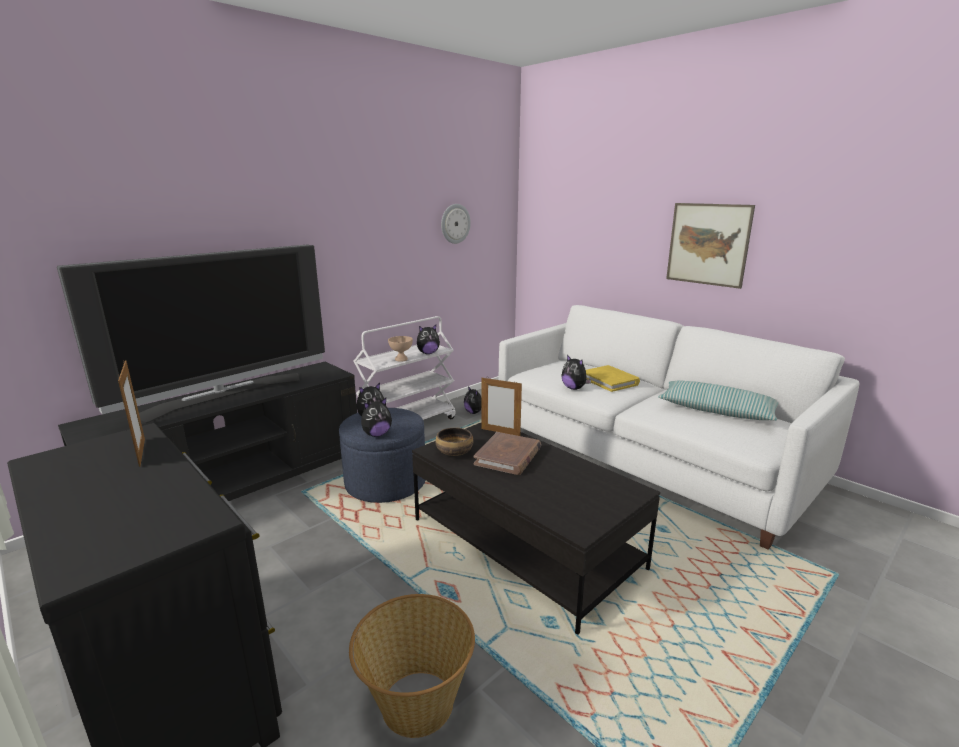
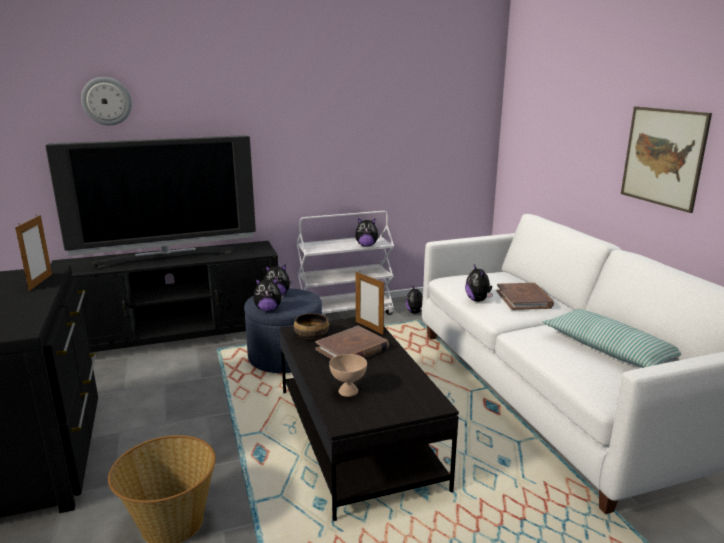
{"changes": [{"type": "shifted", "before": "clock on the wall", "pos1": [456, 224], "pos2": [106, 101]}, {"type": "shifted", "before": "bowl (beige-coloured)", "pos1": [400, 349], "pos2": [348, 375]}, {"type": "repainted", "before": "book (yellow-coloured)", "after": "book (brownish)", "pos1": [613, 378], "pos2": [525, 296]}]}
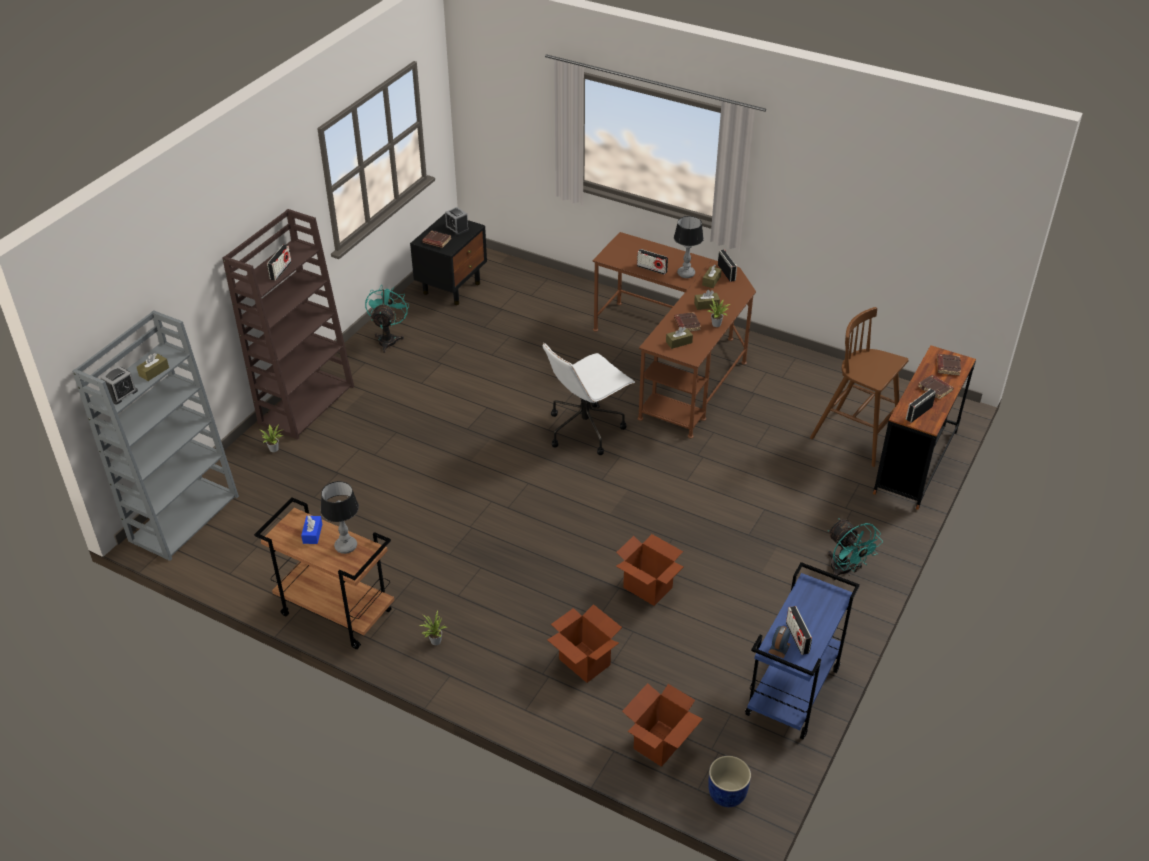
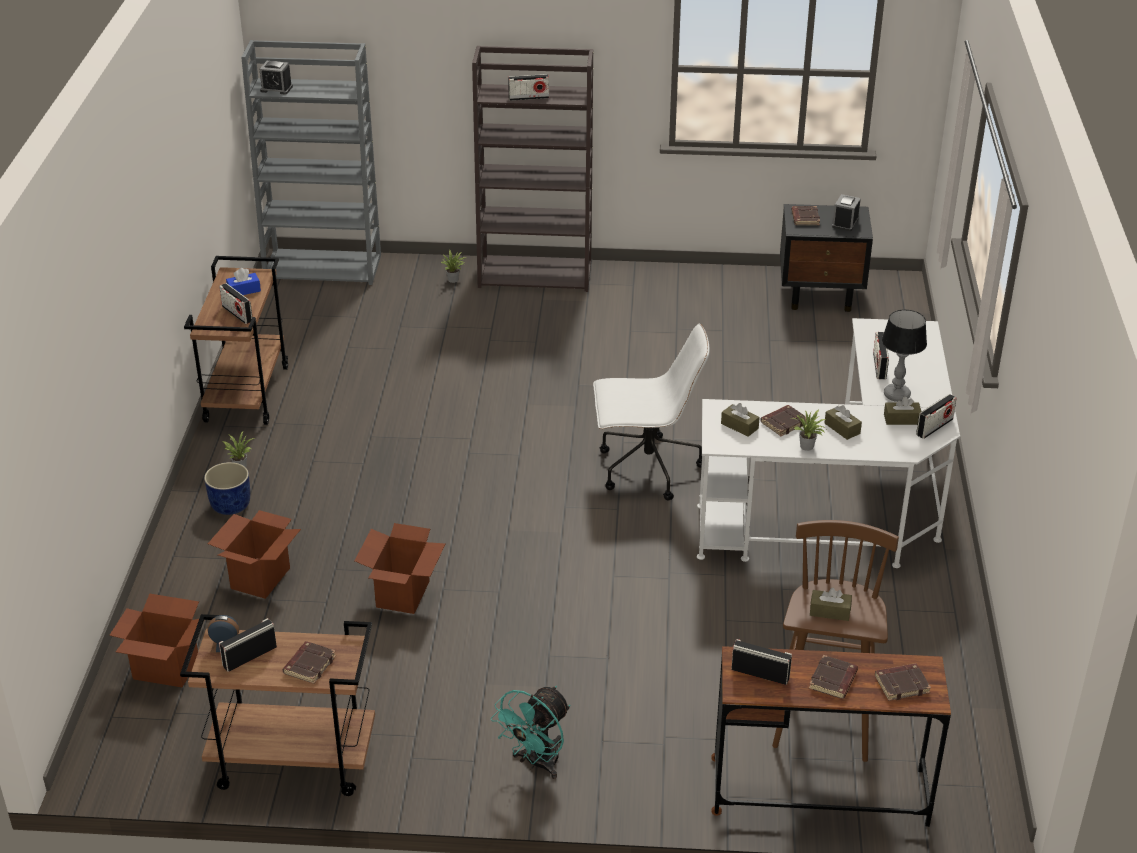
{"changes": [{"type": "repainted", "before": "desk unit (brownish)", "after": "desk unit (whitish)", "pos1": [674, 335], "pos2": [828, 443]}, {"type": "gone", "before": "cooling fan (turquoise)", "pos1": [387, 319]}, {"type": "rotated", "before": "desk chair (whitish)", "pos1": [589, 399], "pos2": [651, 412], "turn": 150}, {"type": "shifted", "before": "tissue holder (brownish)", "pos1": [153, 367], "pos2": [831, 604]}, {"type": "swapped", "before": "table lamp", "after": "radio receiver", "pos1": [339, 517], "pos2": [235, 303]}, {"type": "repainted", "before": "wheeled cart (bluish)", "after": "wheeled cart (brownish)", "pos1": [802, 650], "pos2": [277, 705]}, {"type": "shifted", "before": "plant pot (bluish)", "pos1": [729, 781], "pos2": [227, 488]}, {"type": "new", "after": "book (brownish)", "pos2": [309, 662]}]}
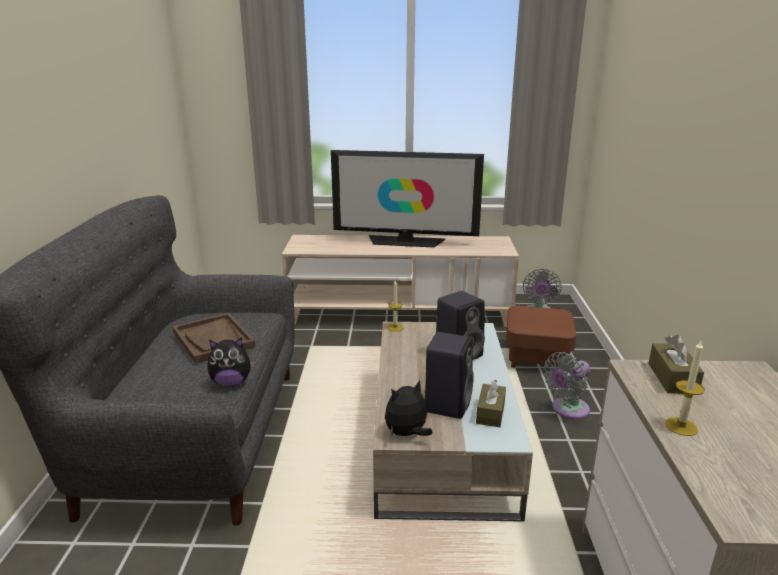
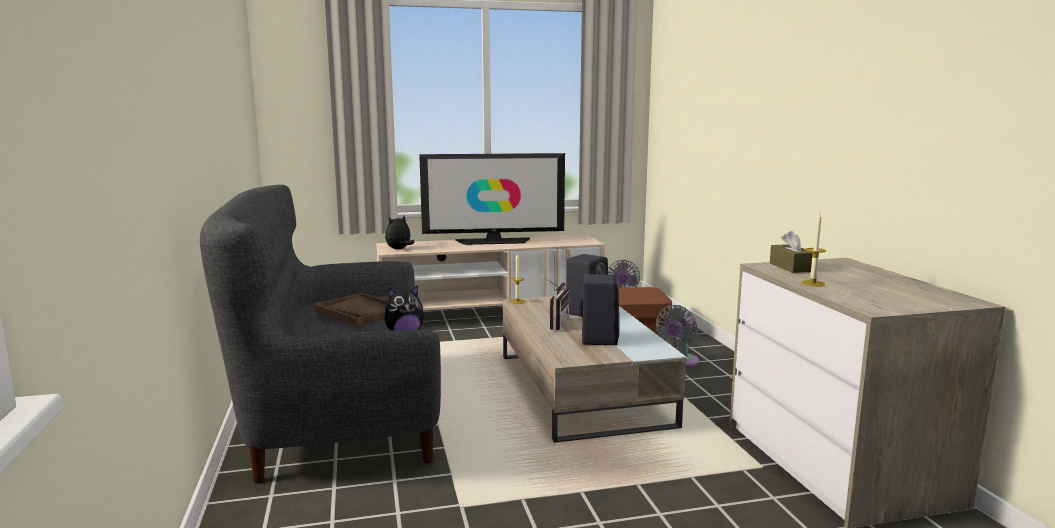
{"changes": [{"type": "gone", "before": "tissue holder (brownish)", "pos1": [491, 403]}, {"type": "shifted", "before": "soft toy", "pos1": [409, 408], "pos2": [400, 232]}, {"type": "new", "after": "radio receiver", "pos2": [555, 303]}]}
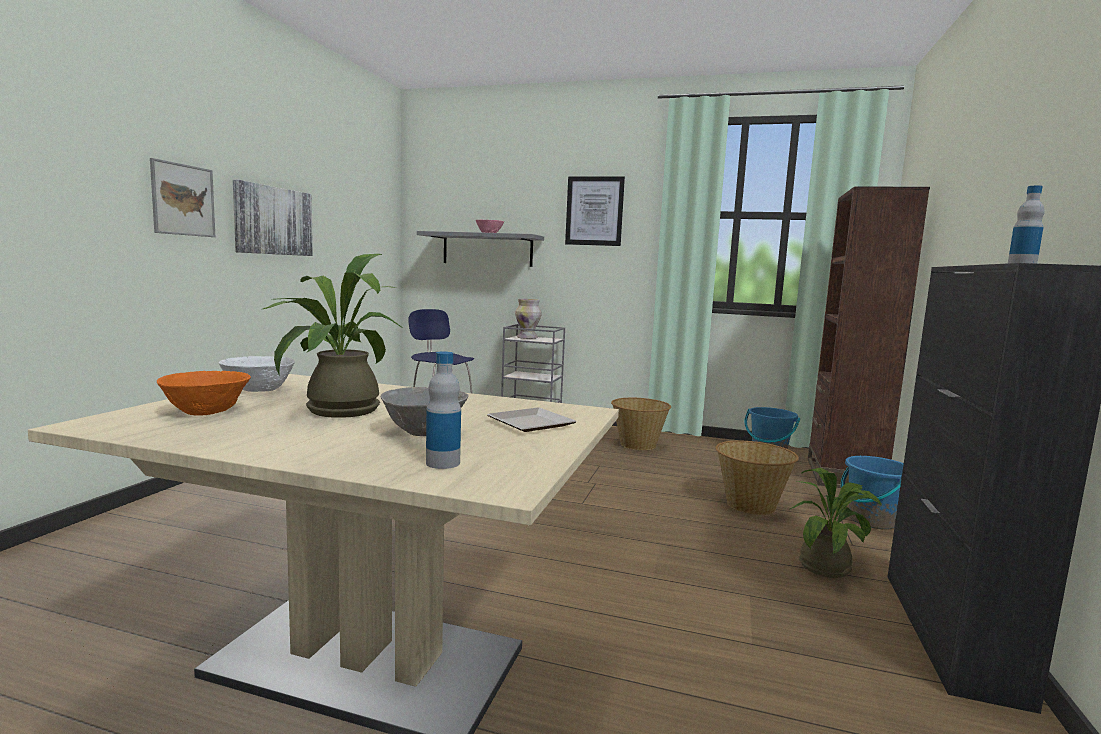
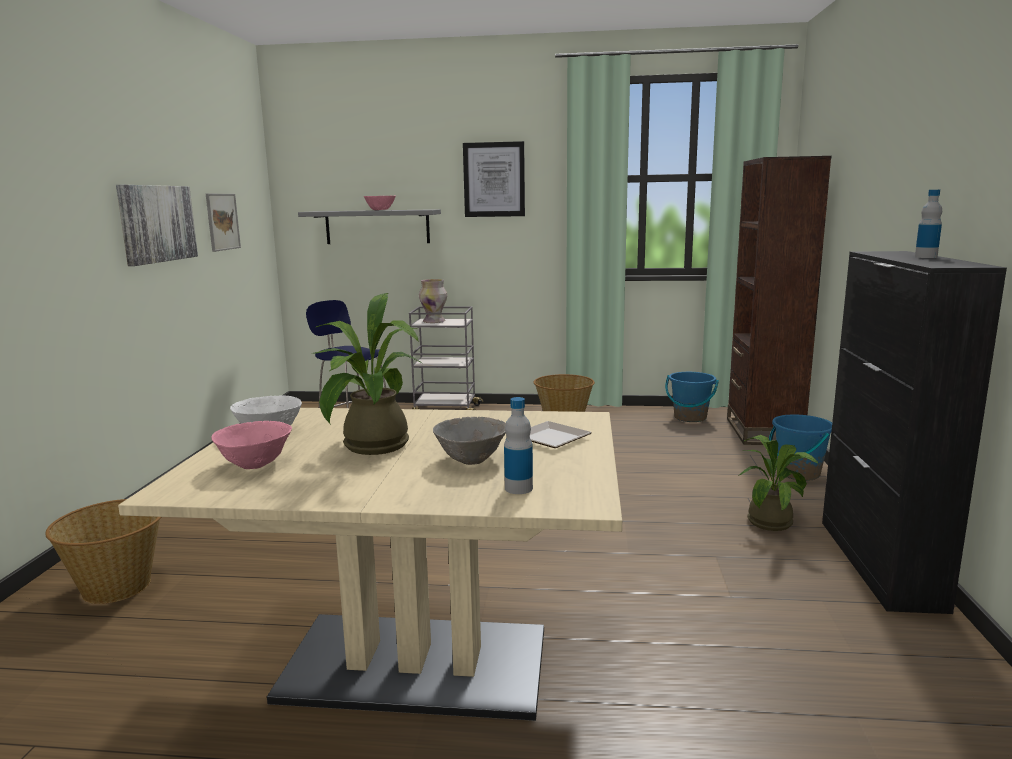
{"changes": [{"type": "shifted", "before": "wall picture", "pos1": [182, 197], "pos2": [223, 223]}, {"type": "repainted", "before": "bowl (orange-coloured)", "after": "bowl (pink-coloured)", "pos1": [204, 393], "pos2": [251, 445]}, {"type": "shifted", "before": "household basket", "pos1": [757, 478], "pos2": [103, 551]}]}
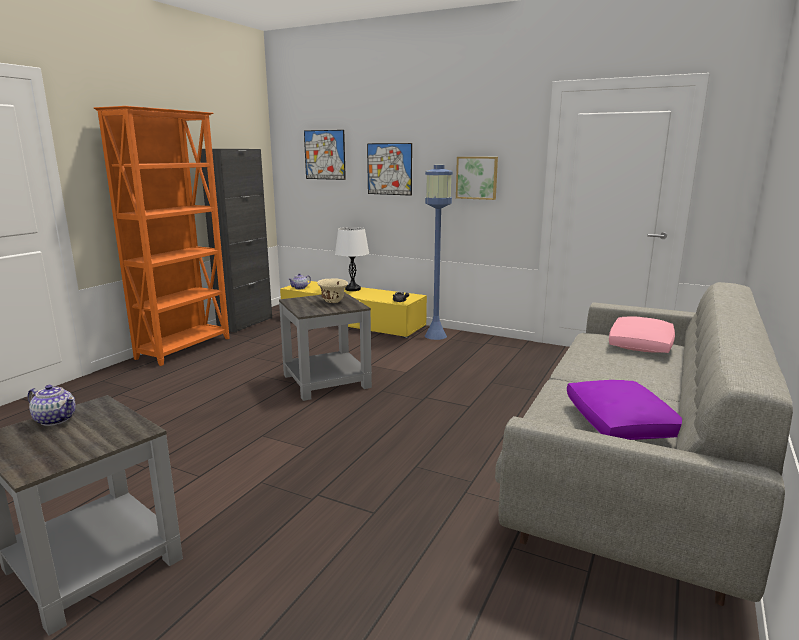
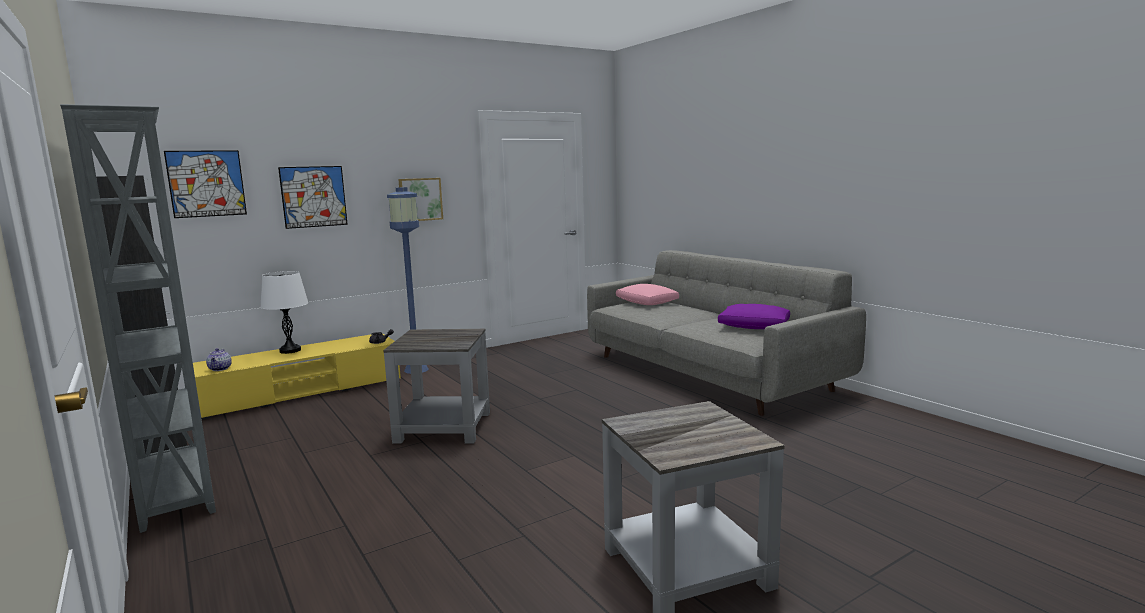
{"changes": [{"type": "repainted", "before": "bookshelf (orange-coloured)", "after": "bookshelf (grey)", "pos1": [162, 236], "pos2": [138, 318]}, {"type": "gone", "before": "bowl (beige-coloured)", "pos1": [332, 290]}, {"type": "gone", "before": "pot for tea", "pos1": [52, 405]}]}
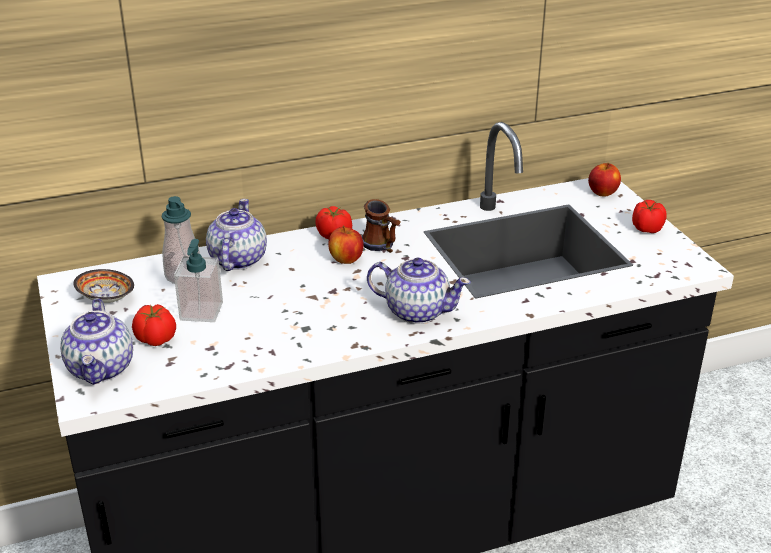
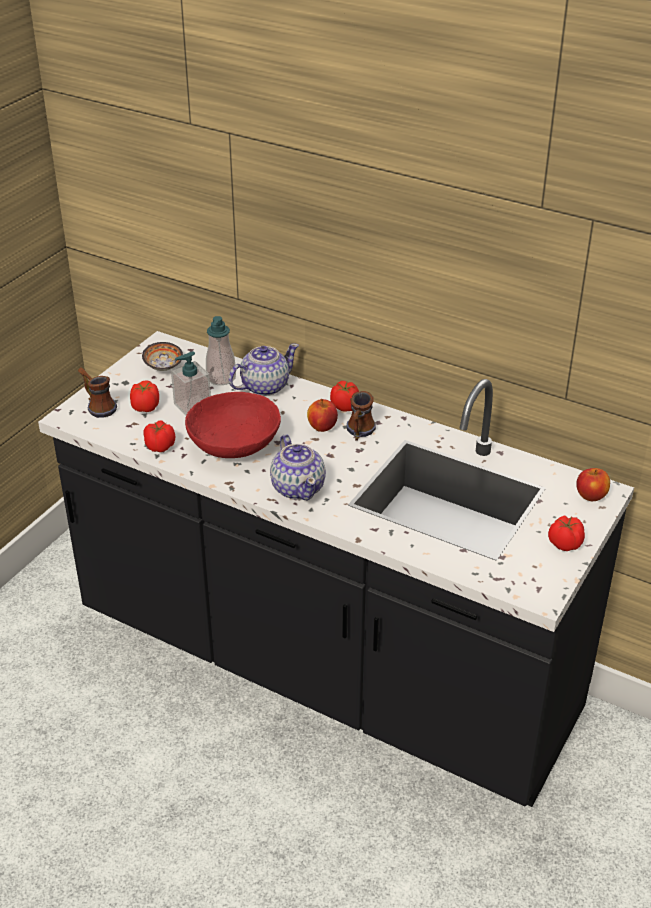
{"changes": [{"type": "swapped", "before": "pot for tea", "after": "tea mug", "pos1": [96, 341], "pos2": [97, 392]}, {"type": "new", "after": "bowl (red)", "pos2": [233, 425]}, {"type": "new", "after": "fresh tomato", "pos2": [159, 436]}]}
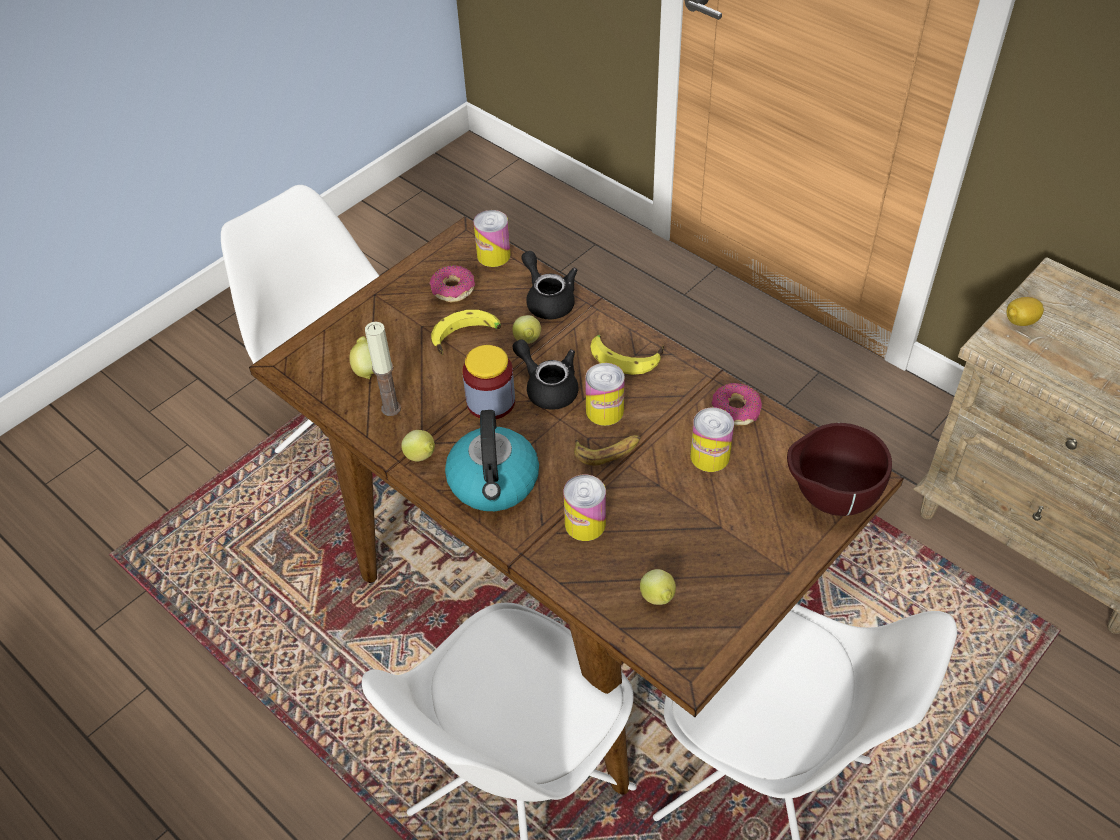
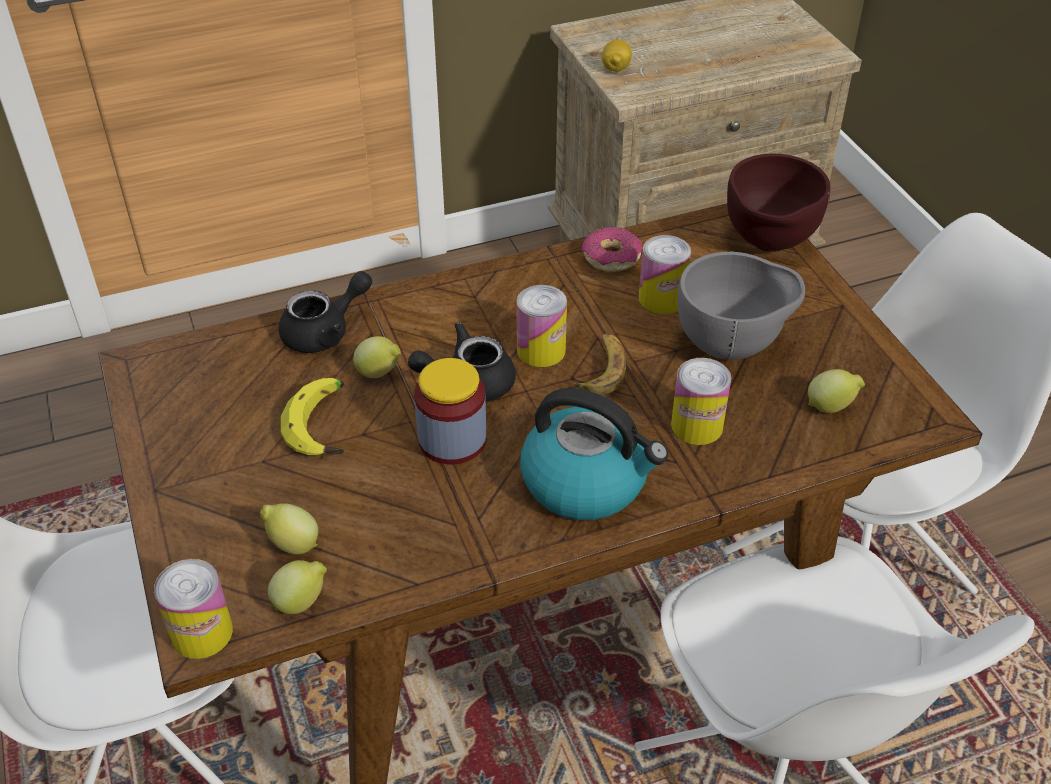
{"changes": [{"type": "shifted", "before": "sealed can", "pos1": [492, 238], "pos2": [193, 609]}, {"type": "rotated", "before": "pot for tea (black-coloured)", "pos1": [549, 285], "pos2": [325, 312], "turn": 150}, {"type": "gone", "before": "doughnut", "pos1": [452, 283]}, {"type": "gone", "before": "wax candle", "pos1": [383, 369]}, {"type": "gone", "before": "banana", "pos1": [627, 355]}, {"type": "shifted", "before": "lemon", "pos1": [418, 445], "pos2": [297, 587]}, {"type": "new", "after": "bowl (grey)", "pos2": [741, 306]}]}
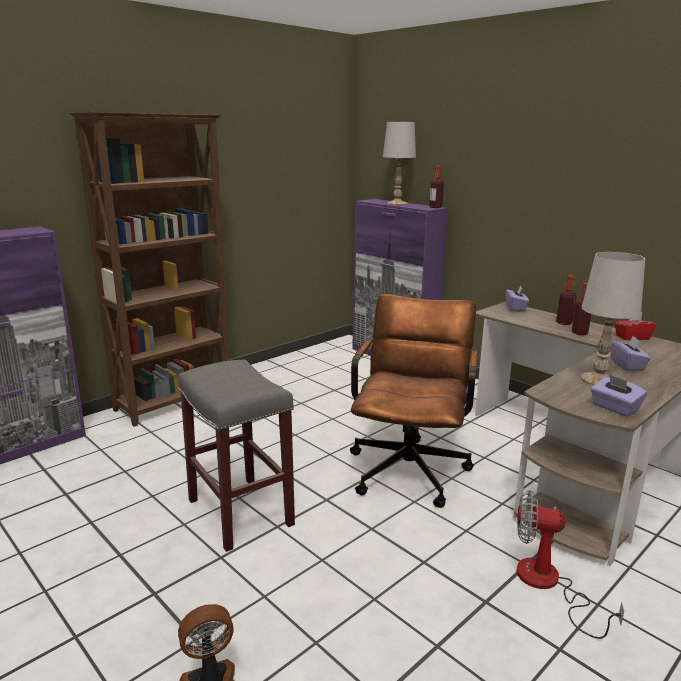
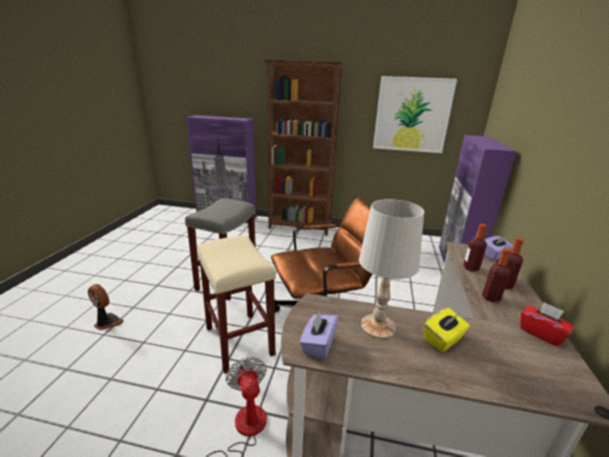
{"changes": [{"type": "gone", "before": "table lamp (whitish)", "pos1": [399, 163]}, {"type": "shifted", "before": "bottle", "pos1": [436, 187], "pos2": [475, 248]}, {"type": "repainted", "before": "tissue holder (purple)", "after": "tissue holder (yellow-coloured)", "pos1": [631, 353], "pos2": [447, 330]}, {"type": "new", "after": "wall picture", "pos2": [415, 114]}, {"type": "new", "after": "stool (beige-coloured)", "pos2": [236, 305]}]}
